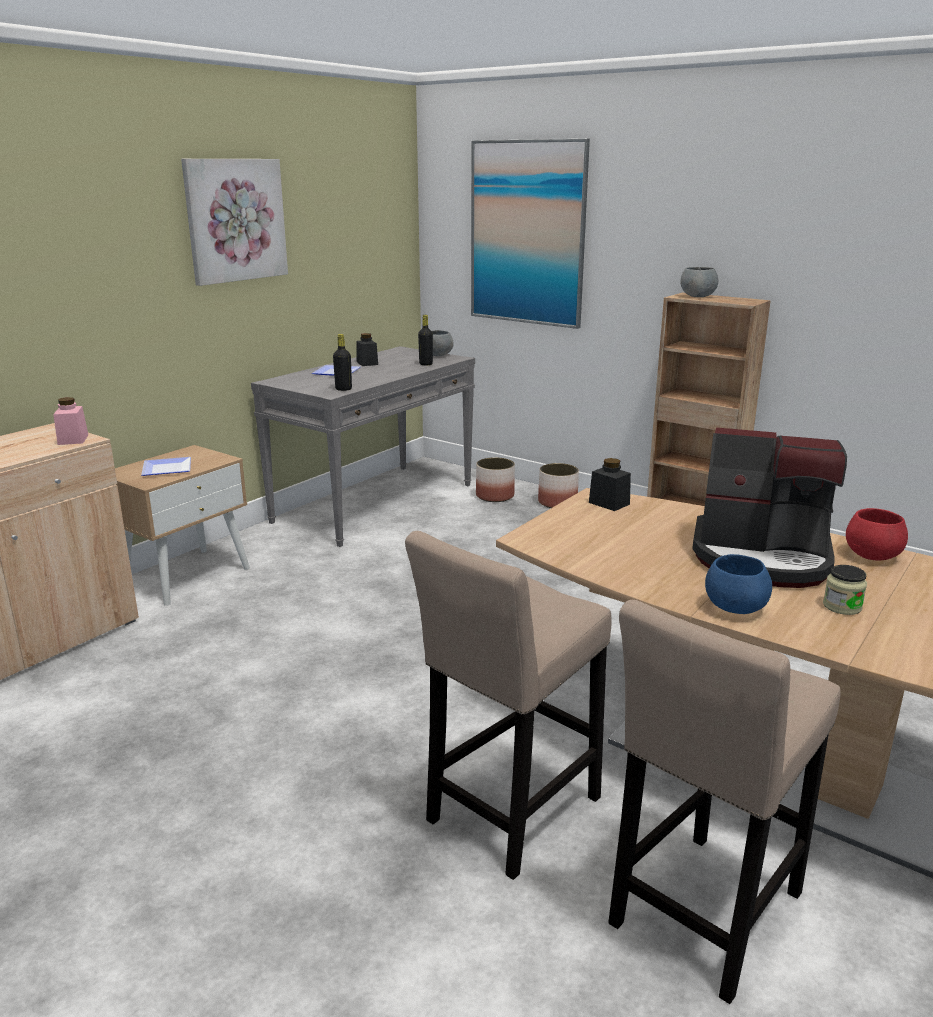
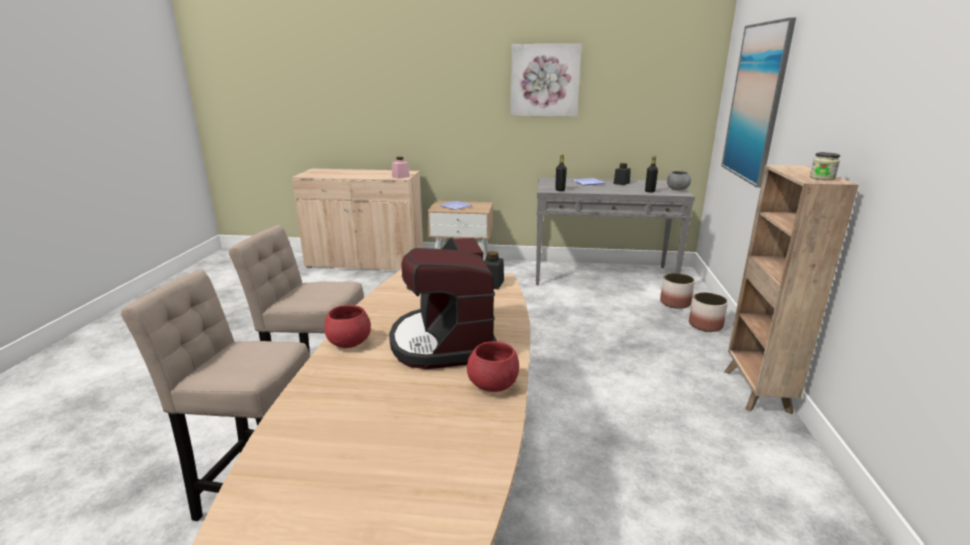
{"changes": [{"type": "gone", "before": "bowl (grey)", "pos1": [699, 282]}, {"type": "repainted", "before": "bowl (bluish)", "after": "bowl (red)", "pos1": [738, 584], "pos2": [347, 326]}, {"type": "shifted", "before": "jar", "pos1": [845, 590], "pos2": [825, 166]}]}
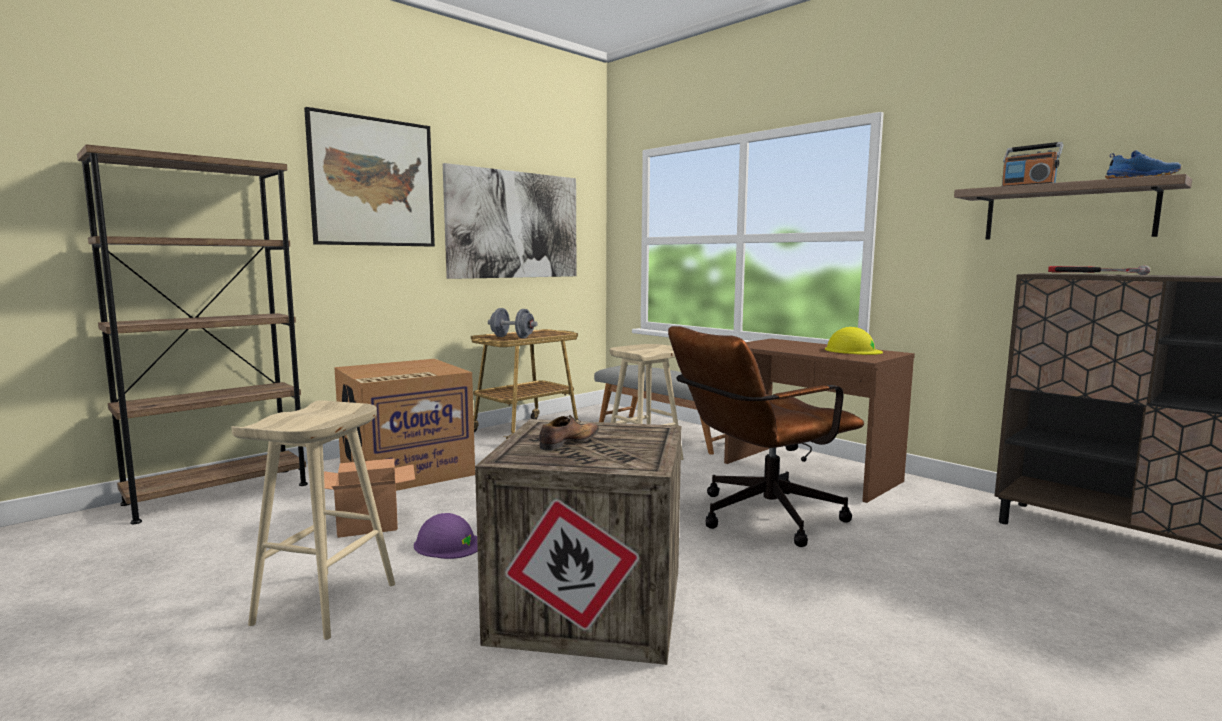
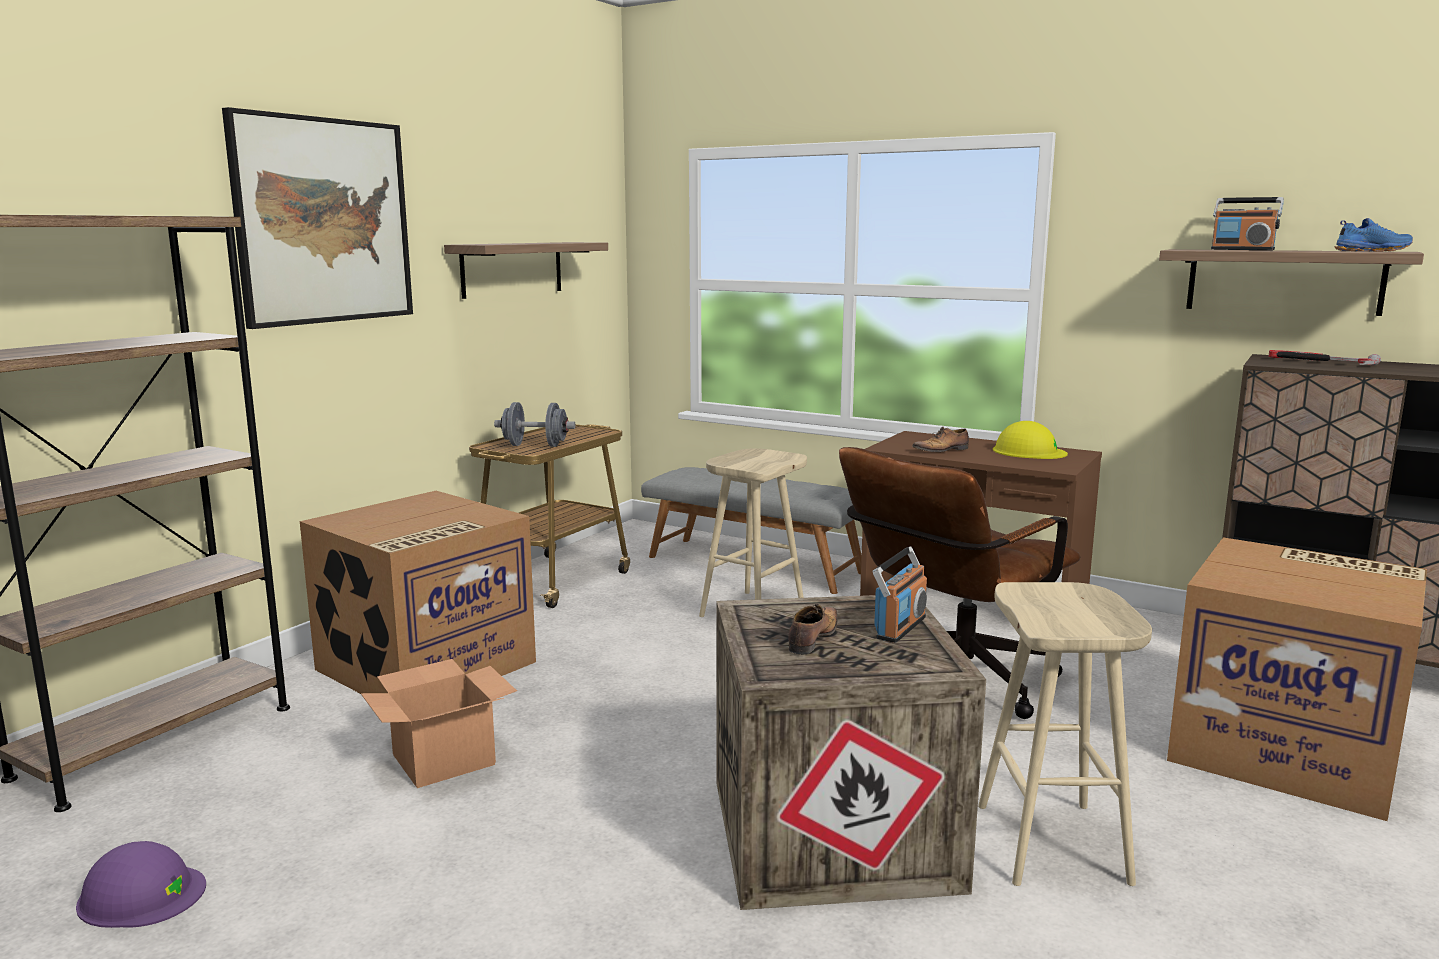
{"changes": [{"type": "swapped", "before": "wall picture", "after": "shelf", "pos1": [510, 221], "pos2": [526, 270]}, {"type": "shifted", "before": "stool (beige-coloured)", "pos1": [313, 520], "pos2": [1065, 734]}, {"type": "shifted", "before": "hard hat (purple)", "pos1": [446, 536], "pos2": [141, 884]}, {"type": "new", "after": "low shoe", "pos2": [940, 439]}, {"type": "new", "after": "cardboard box", "pos2": [1297, 679]}, {"type": "new", "after": "radio receiver", "pos2": [899, 594]}]}
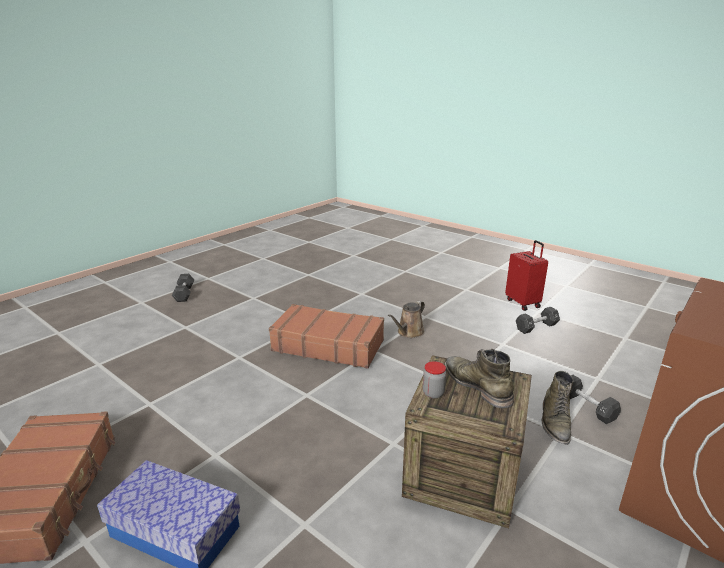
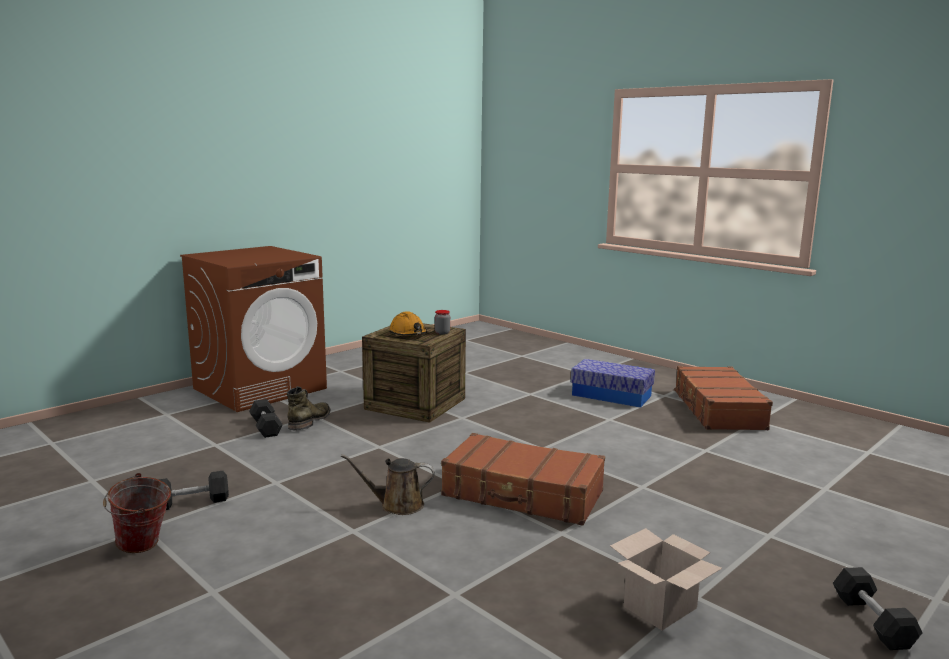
{"changes": [{"type": "swapped", "before": "piece of luggage (red)", "after": "water bucket", "pos1": [526, 275], "pos2": [137, 513]}, {"type": "rotated", "before": "watering can (brownish)", "pos1": [406, 319], "pos2": [388, 484], "turn": -135}, {"type": "swapped", "before": "high-top boot (green)", "after": "hard hat (orange-coloured)", "pos1": [479, 378], "pos2": [408, 323]}, {"type": "new", "after": "cardboard box", "pos2": [666, 579]}]}
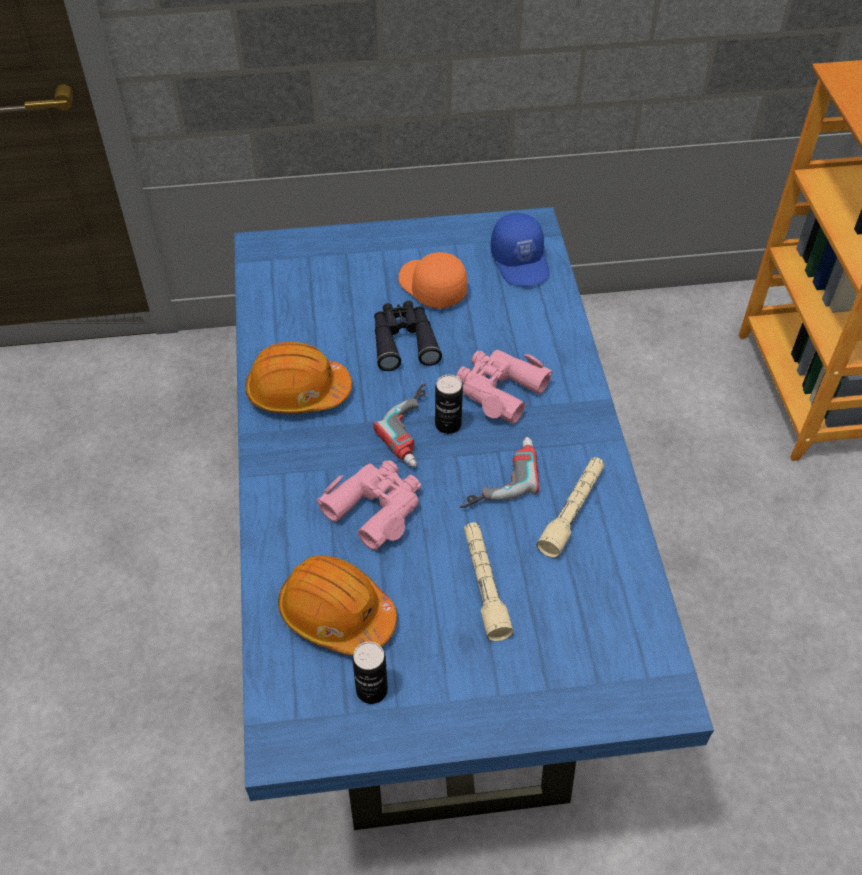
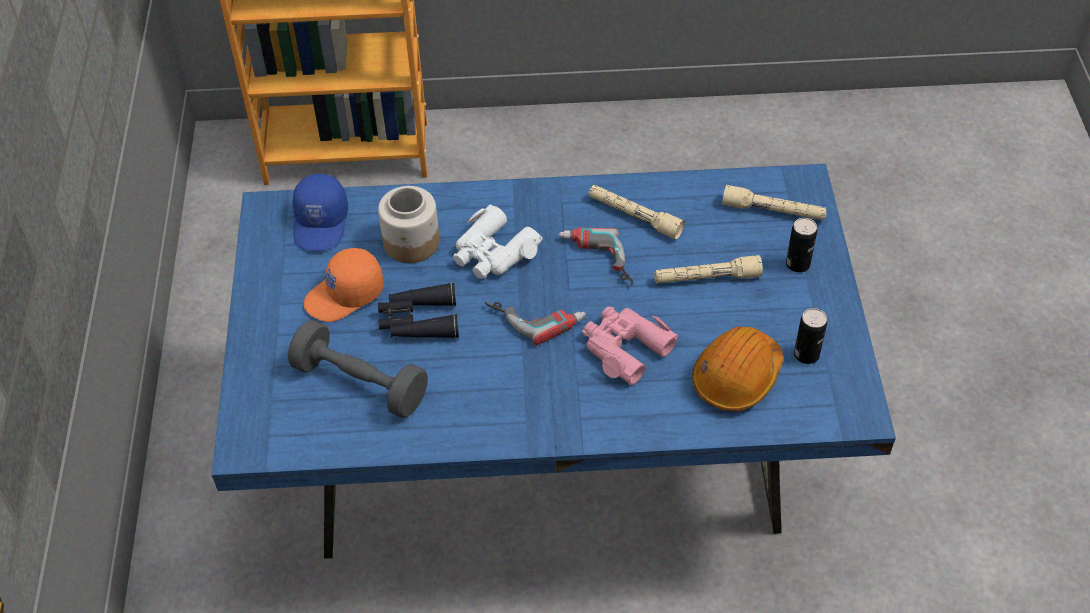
{"changes": [{"type": "rotated", "before": "cap (bluish)", "pos1": [520, 250], "pos2": [320, 212], "turn": 105}, {"type": "gone", "before": "hard hat (orange-coloured)", "pos1": [298, 378]}, {"type": "repainted", "before": "field glasses (pink-coloured)", "after": "field glasses (whitish)", "pos1": [504, 387], "pos2": [498, 242]}, {"type": "shifted", "before": "sealed can", "pos1": [449, 404], "pos2": [801, 245]}, {"type": "new", "after": "torch (beige-coloured)", "pos2": [774, 202]}, {"type": "new", "after": "jar", "pos2": [409, 224]}, {"type": "new", "after": "hand weight (grey)", "pos2": [358, 369]}]}
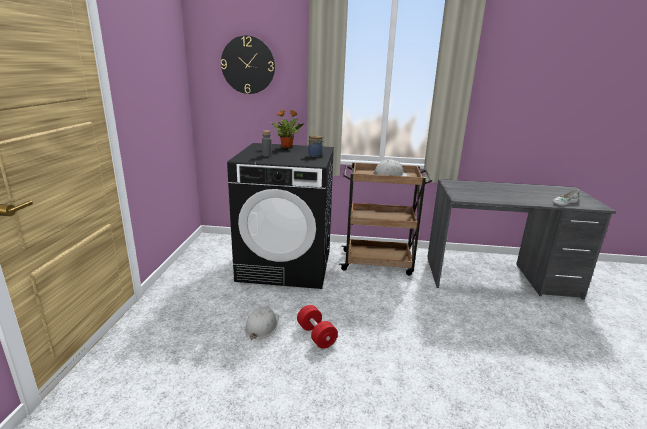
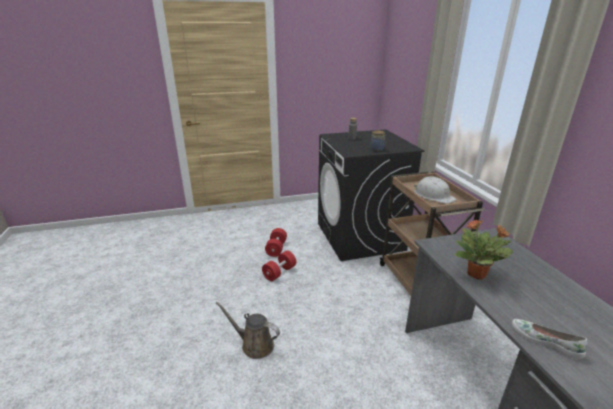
{"changes": [{"type": "gone", "before": "clock on the wall", "pos1": [248, 65]}, {"type": "shifted", "before": "potted plant", "pos1": [287, 128], "pos2": [484, 249]}, {"type": "swapped", "before": "hard hat (whitish)", "after": "hand weight (red)", "pos1": [261, 323], "pos2": [276, 242]}, {"type": "new", "after": "watering can (brownish)", "pos2": [248, 330]}]}
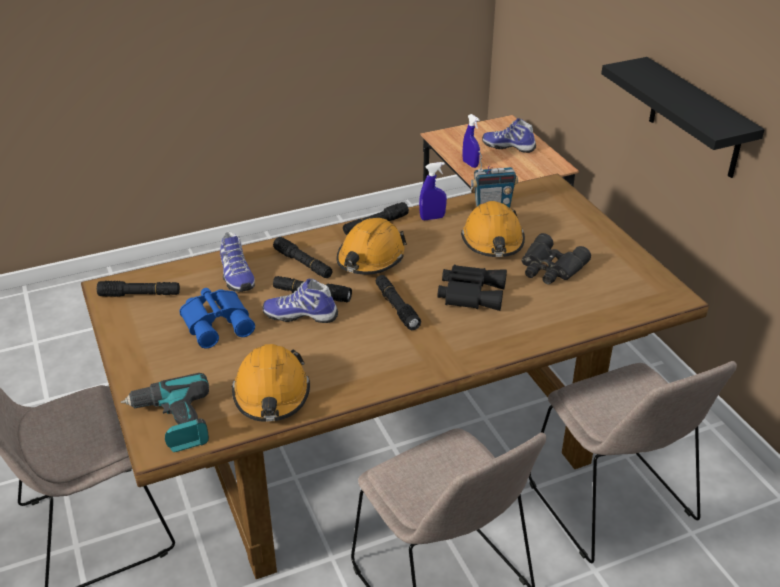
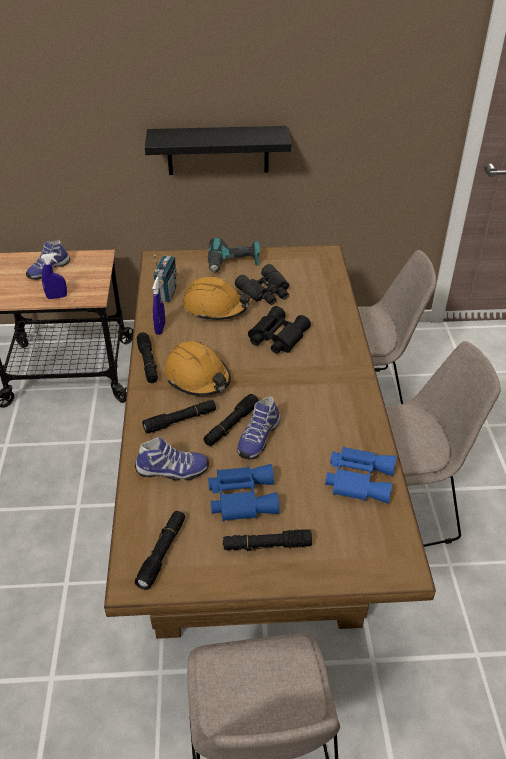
{"changes": [{"type": "shifted", "before": "torch (black-coloured)", "pos1": [398, 302], "pos2": [267, 540]}, {"type": "swapped", "before": "hard hat (orange-coloured)", "after": "field glasses (bluish)", "pos1": [271, 383], "pos2": [361, 475]}, {"type": "shifted", "before": "electric drill", "pos1": [165, 412], "pos2": [234, 254]}]}
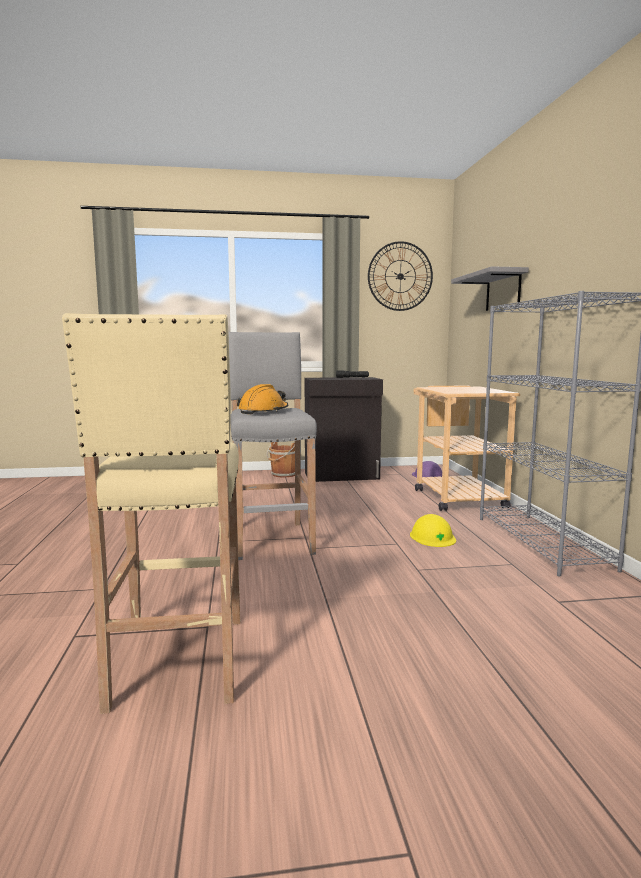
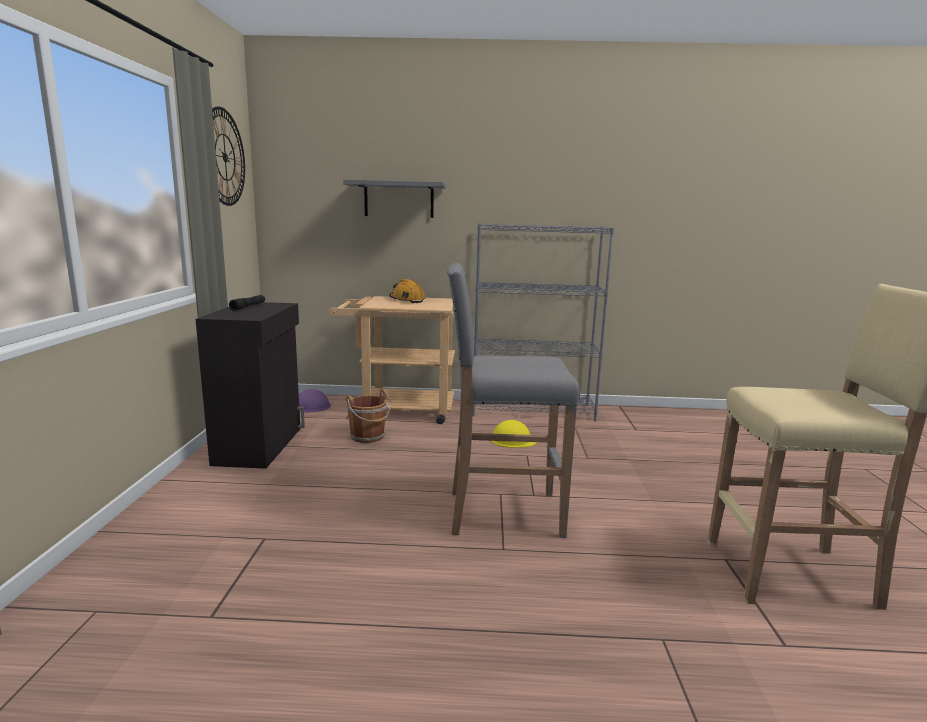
{"changes": [{"type": "shifted", "before": "hard hat (orange-coloured)", "pos1": [262, 399], "pos2": [407, 291]}, {"type": "shifted", "before": "water bucket (brownish)", "pos1": [281, 460], "pos2": [368, 416]}]}
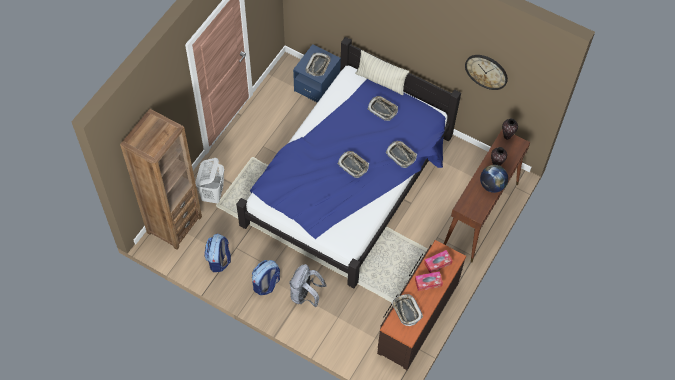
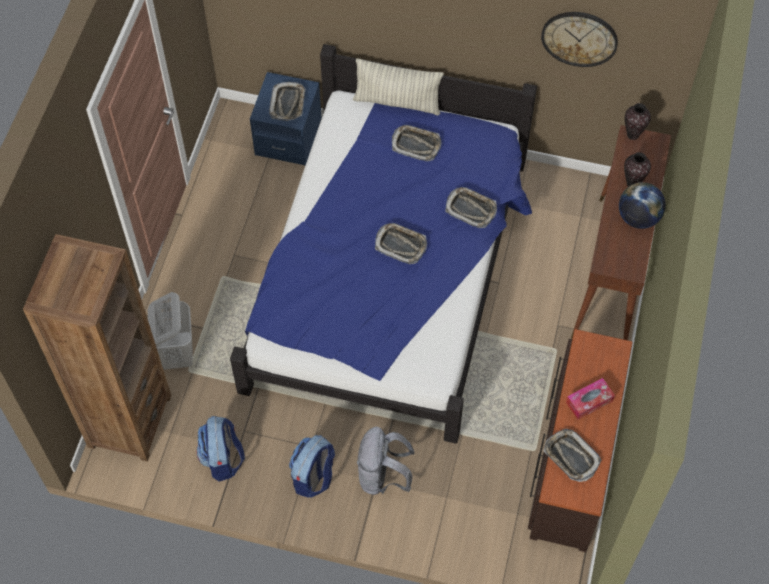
{"changes": [{"type": "gone", "before": "tissue holder", "pos1": [438, 261]}]}
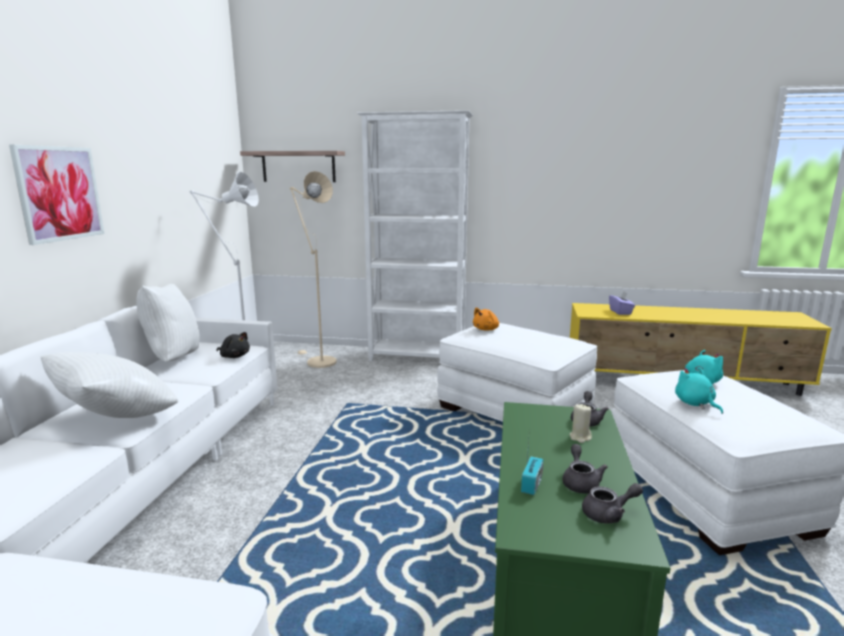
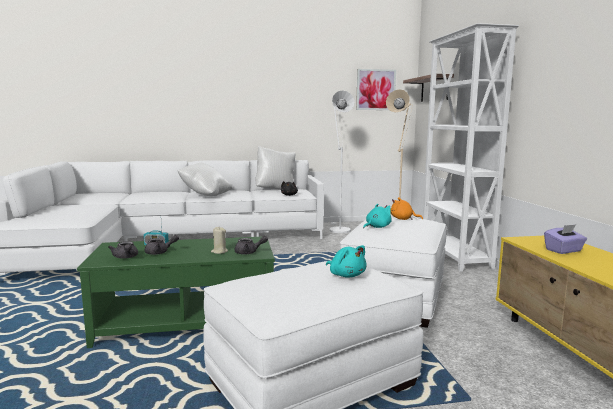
{"changes": [{"type": "shifted", "before": "wall picture", "pos1": [56, 195], "pos2": [376, 89]}, {"type": "shifted", "before": "soft toy (turquoise)", "pos1": [699, 391], "pos2": [377, 216]}]}
